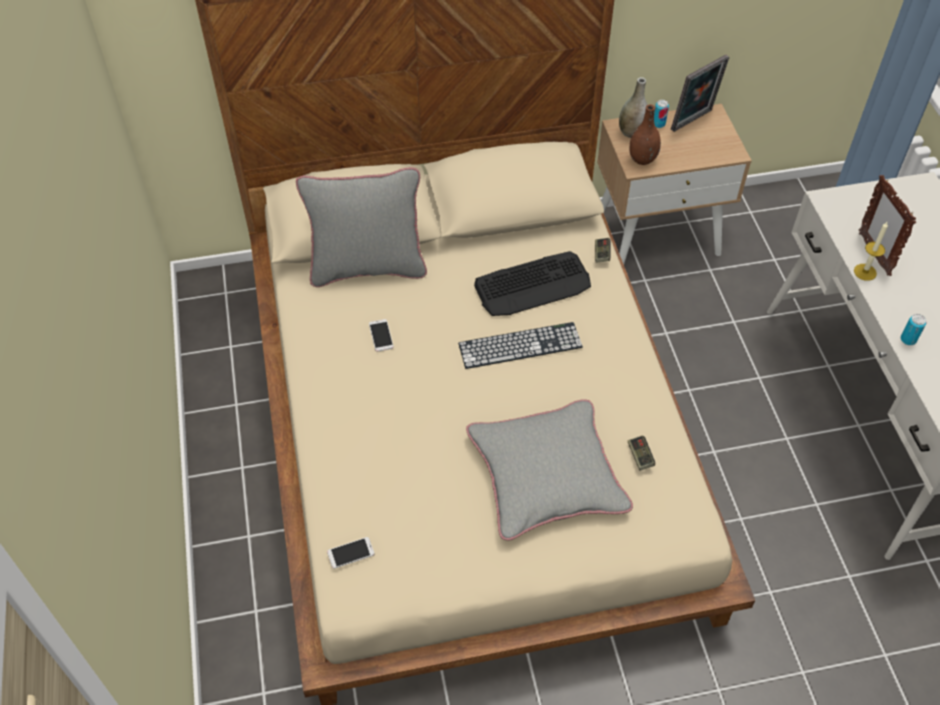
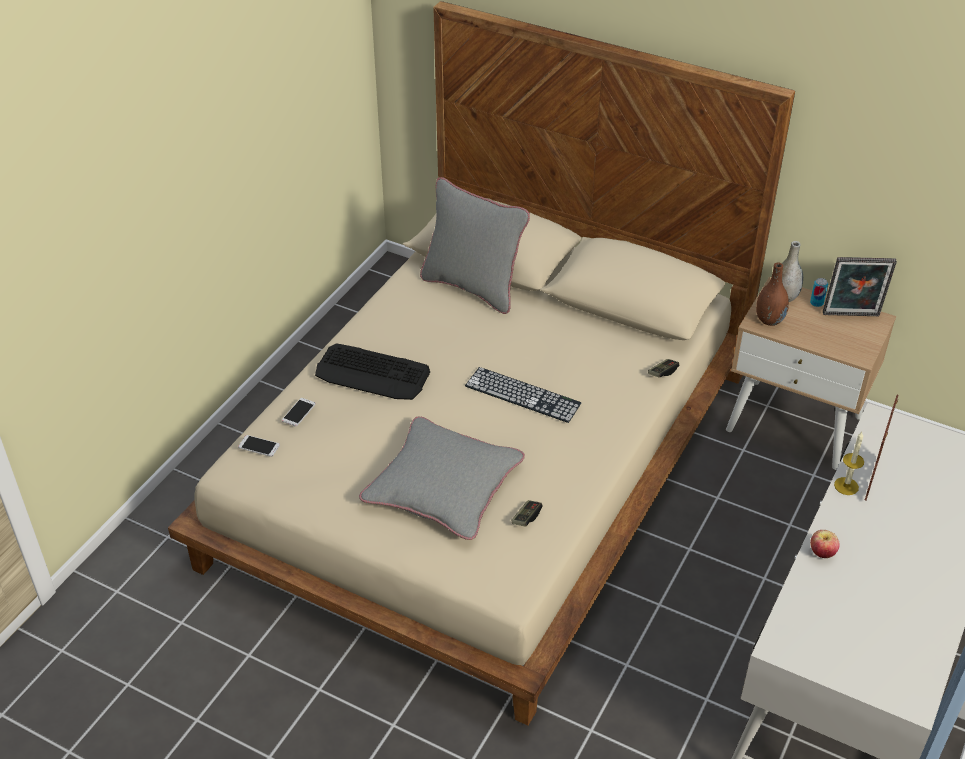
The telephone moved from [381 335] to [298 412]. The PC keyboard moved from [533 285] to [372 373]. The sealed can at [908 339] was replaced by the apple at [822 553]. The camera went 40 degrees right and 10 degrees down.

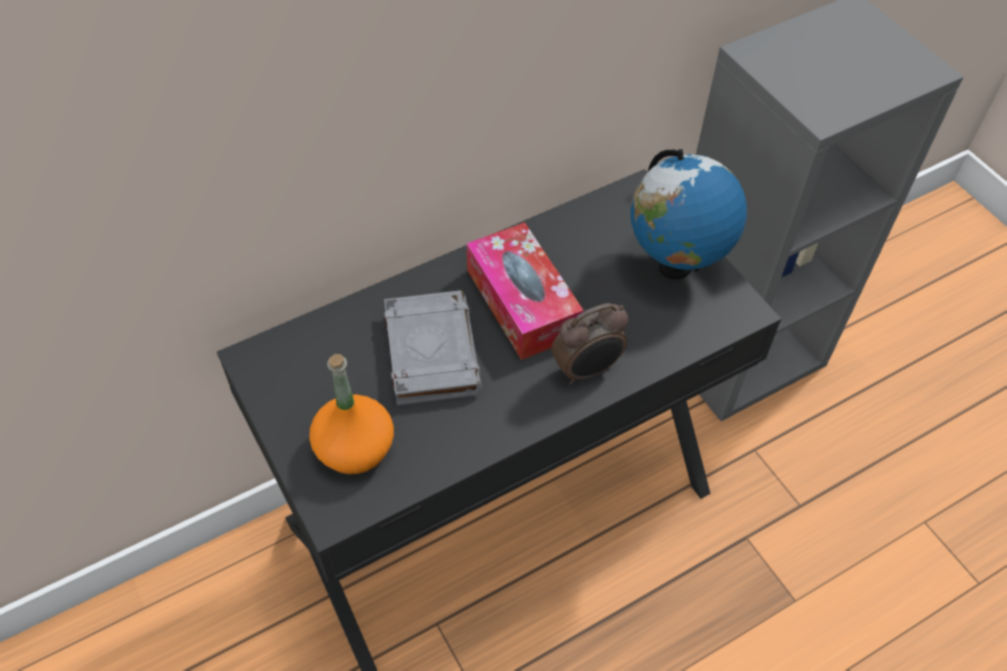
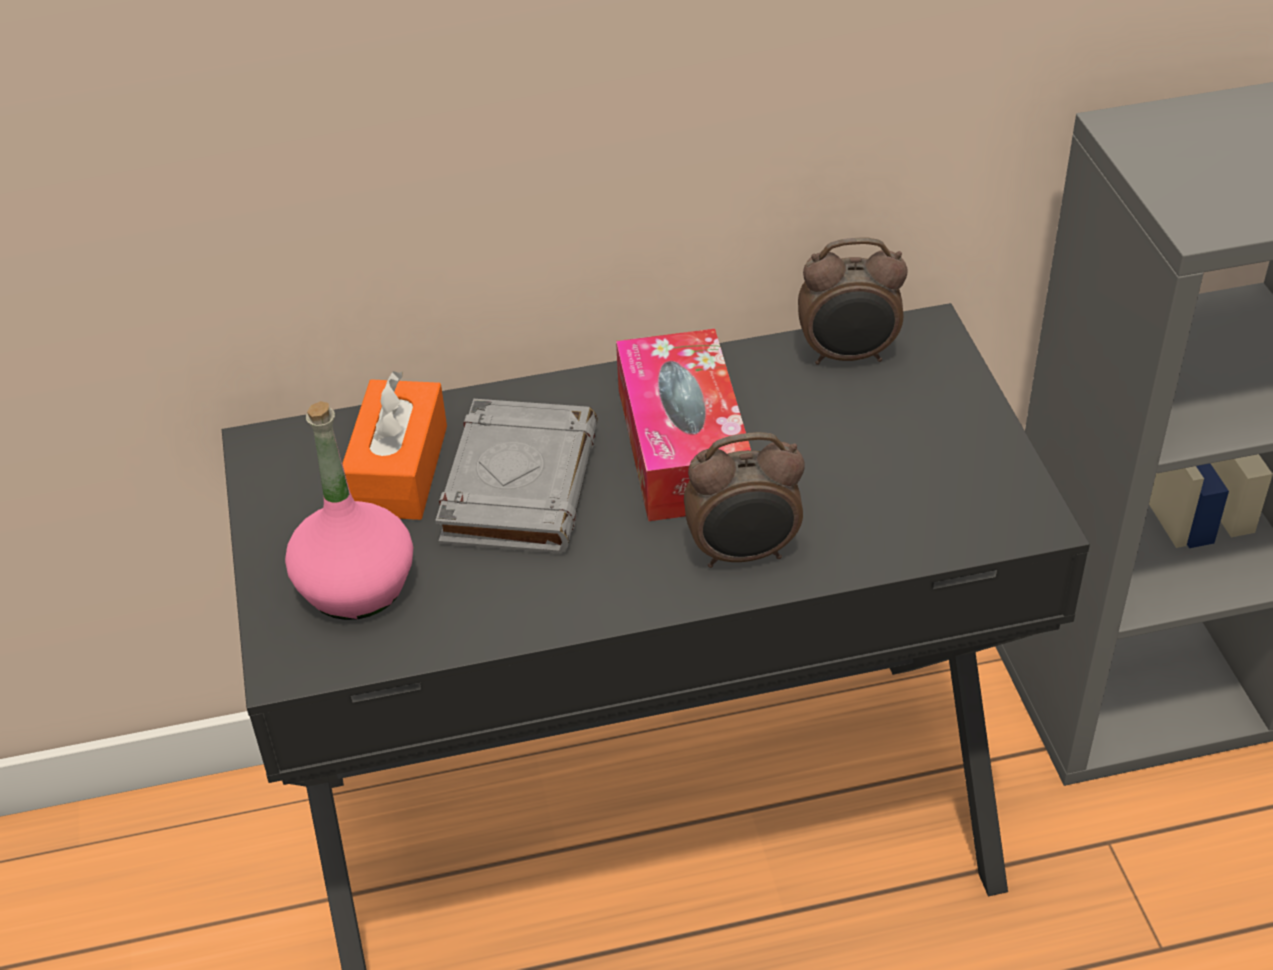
The bottle/orangey at [354 448] became the bottle/pinkish at [355 586]. The desk globe at [675 266] disappeared. The tissue holder/orangey at [399 470] appeared. The table clock at [848 356] appeared. The camera went 20 degrees right and 10 degrees down.

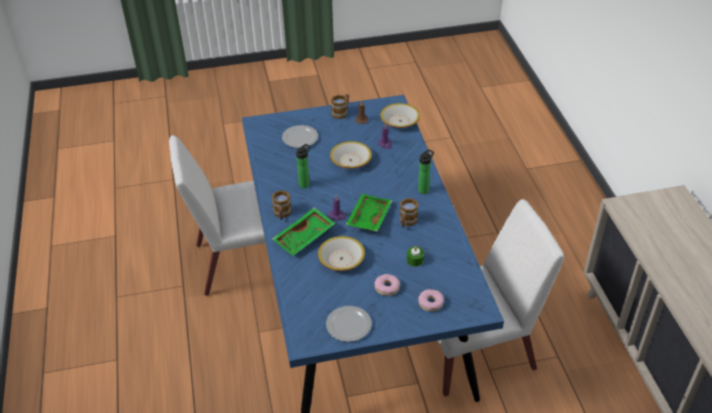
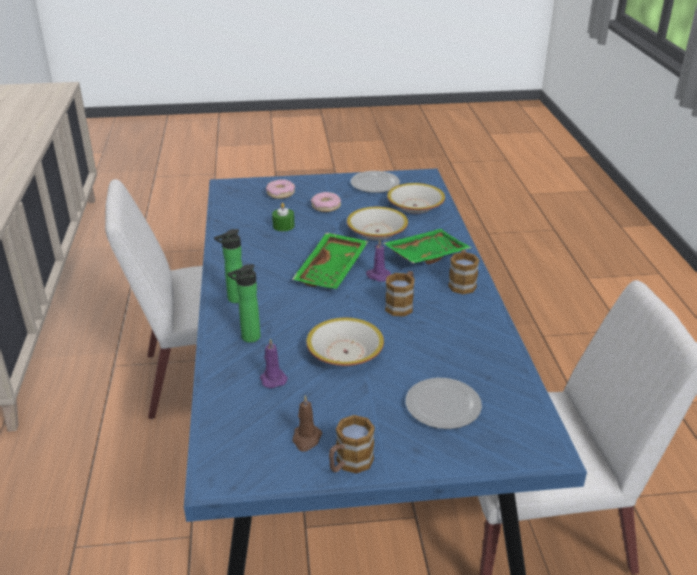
The bottle moved from [305 183] to [248 338]. The bowl moved from [400 121] to [415 206]. The mug moved from [407 222] to [401 305]. The camera went 175 degrees left and 10 degrees down.

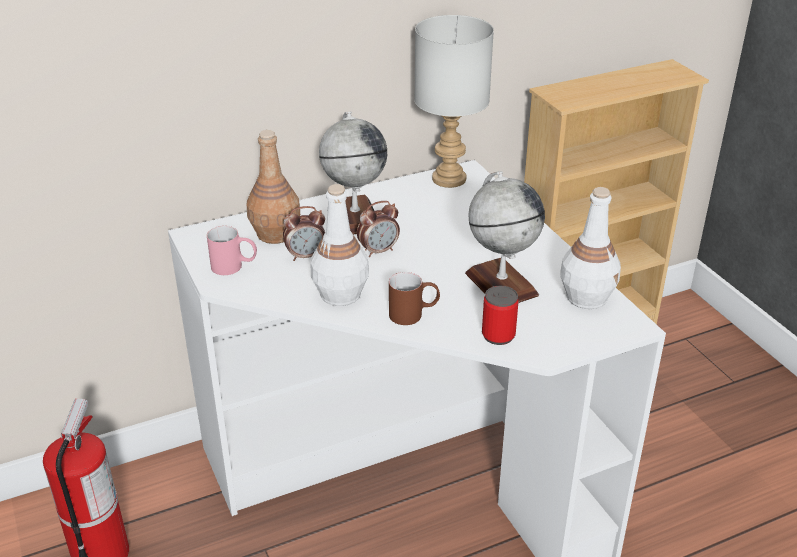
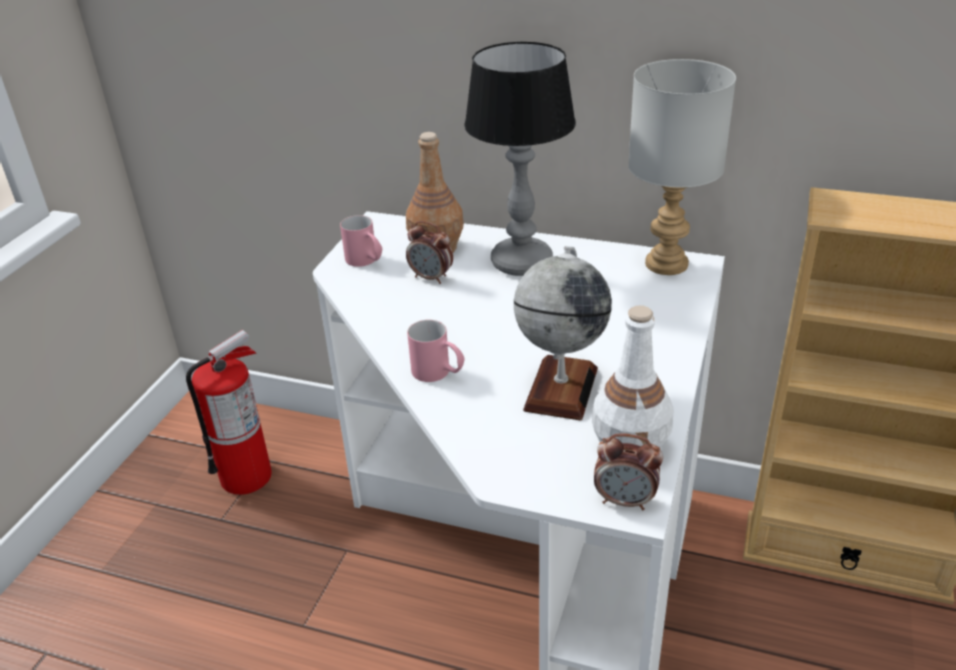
The bottle/white-coloured at [340 294] disappeared. The desk globe at [355 217] was replaced by the table lamp at [523 262]. The table clock moved from [378 251] to [625 501]. The mug/brownish at [414 314] became the mug/pinkish at [439 374]. The sealed can at [498 335] disappeared. The camera went 45 degrees right and 0 degrees up.

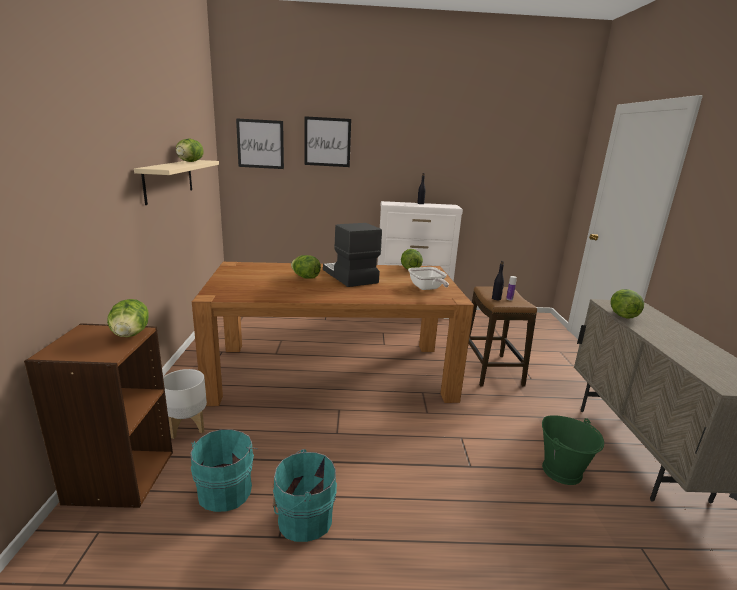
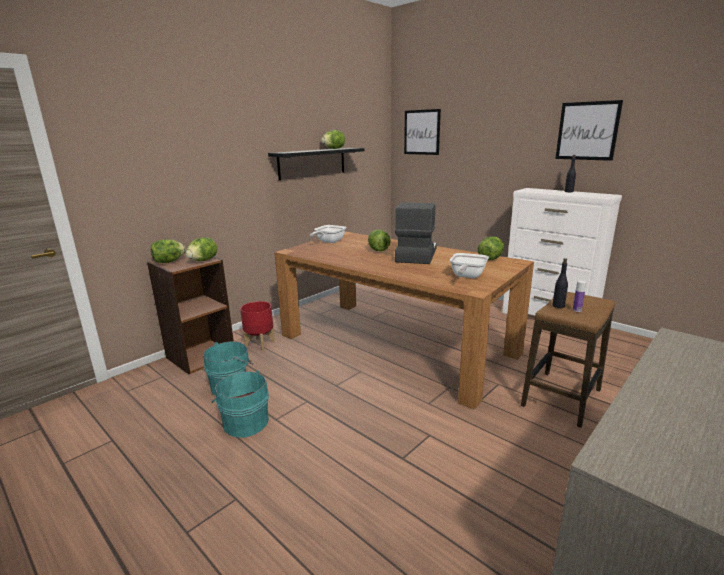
The bracket shelf/beige-coloured at [169 180] became the bracket shelf/black-coloured at [312 163]. The plant pot/white-coloured at [187 426] became the plant pot/reddish at [260 344]. The wall picture moved from [327 142] to [587 131]. The pail/green-coloured at [562 471] disappeared. The lettuce head moved from [622 315] to [169 262]. The skillet at [328 242] appeared. The camera went 45 degrees right and 0 degrees up.

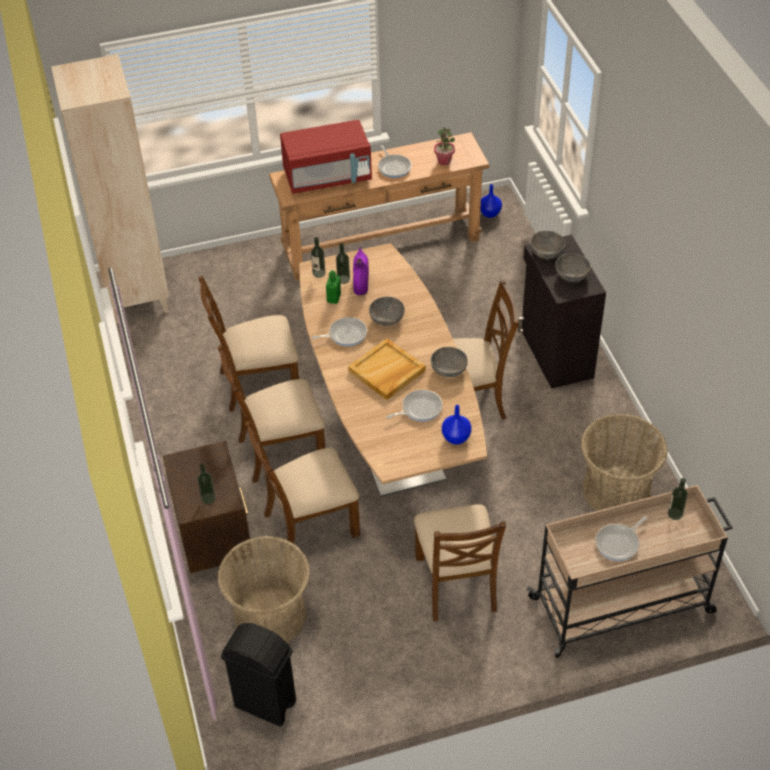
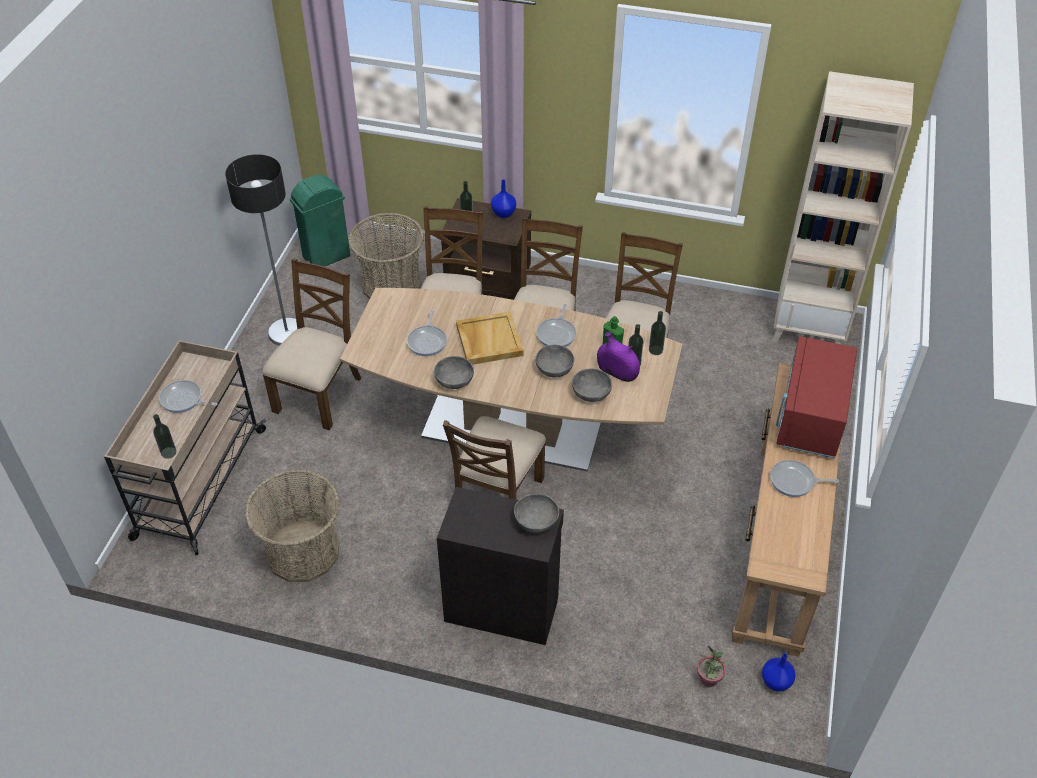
The rubbish bin/black-coloured at [266 704] became the rubbish bin/green-coloured at [326 257]. The upright chair/brownish at [457 583] turned 90 degrees clockwise. The houseplant moved from [444 161] to [708 679]. The decorative vase/bluish moved from [455 437] to [504 213]. The bowl/grey moved from [572 275] to [591 393]. The skillet at [619 543] turned 60 degrees counterclockwise. The standard lamp at [286 332] appeared. The camera went 120 degrees right and 0 degrees up.

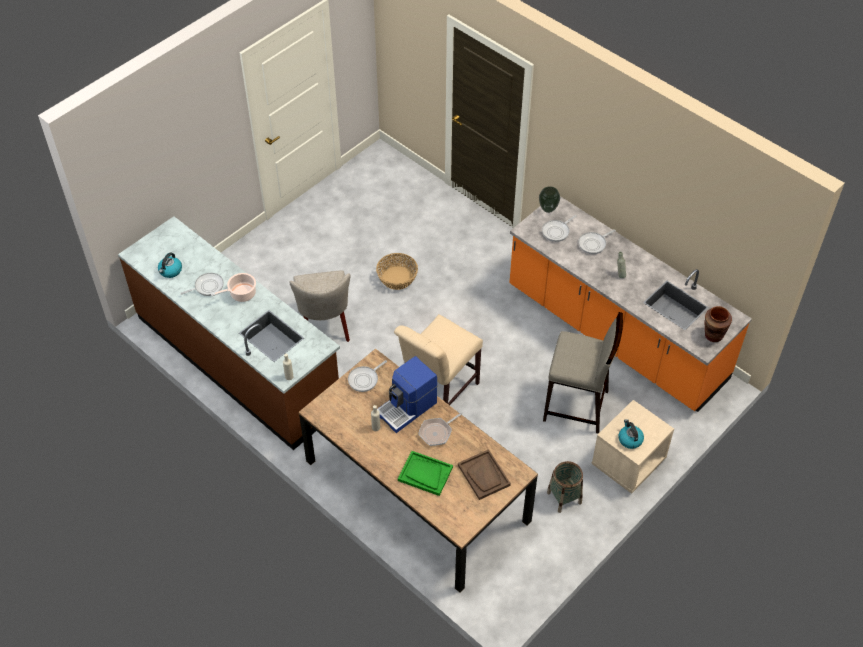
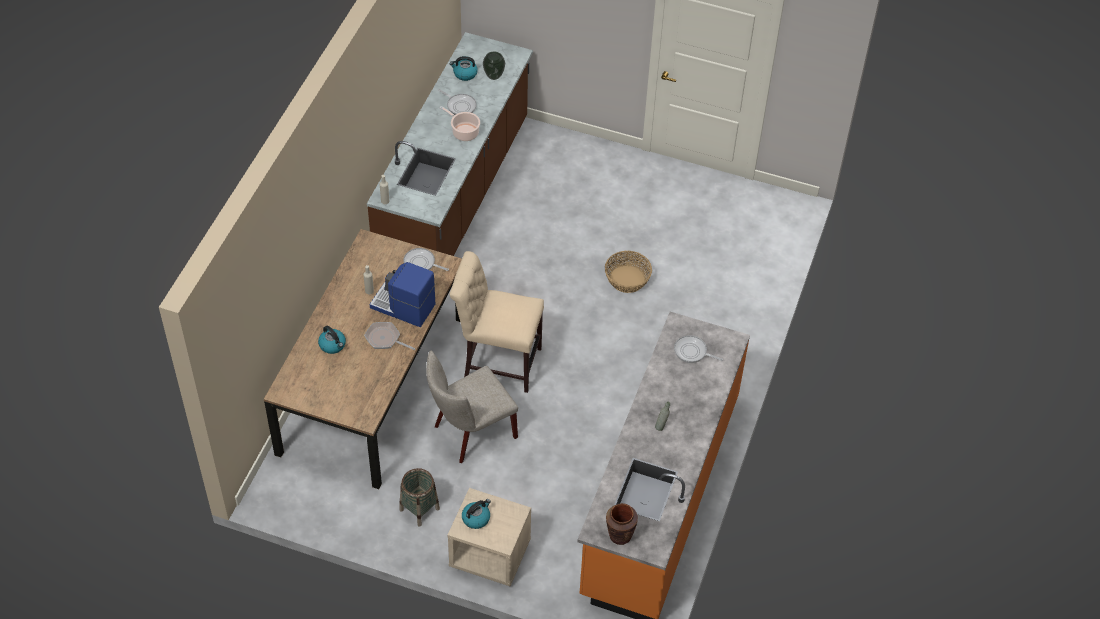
The upright chair/beige-coloured moved from [325 326] to [470 433]. The serving tray/green-coloured at [425 474] was replaced by the tea kettle at [333 345]. The serving tray/brownish at [484 475] disappeared. The decorative vase moved from [547 209] to [493 76]. The sitting stool/beige-coloured at [576 406] disappeared. The skillet at [593 244] disappeared. The camera went 65 degrees right and 0 degrees up.

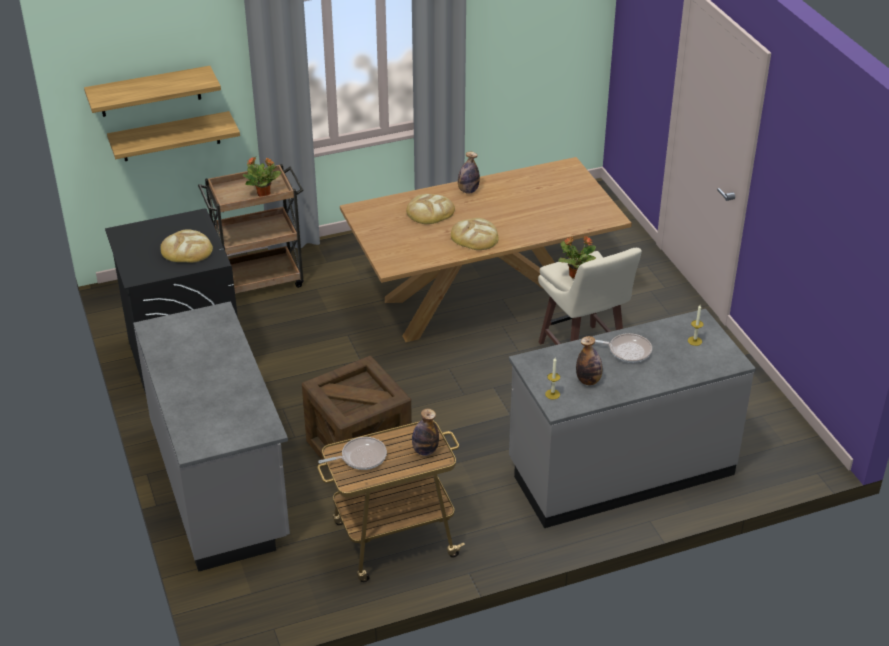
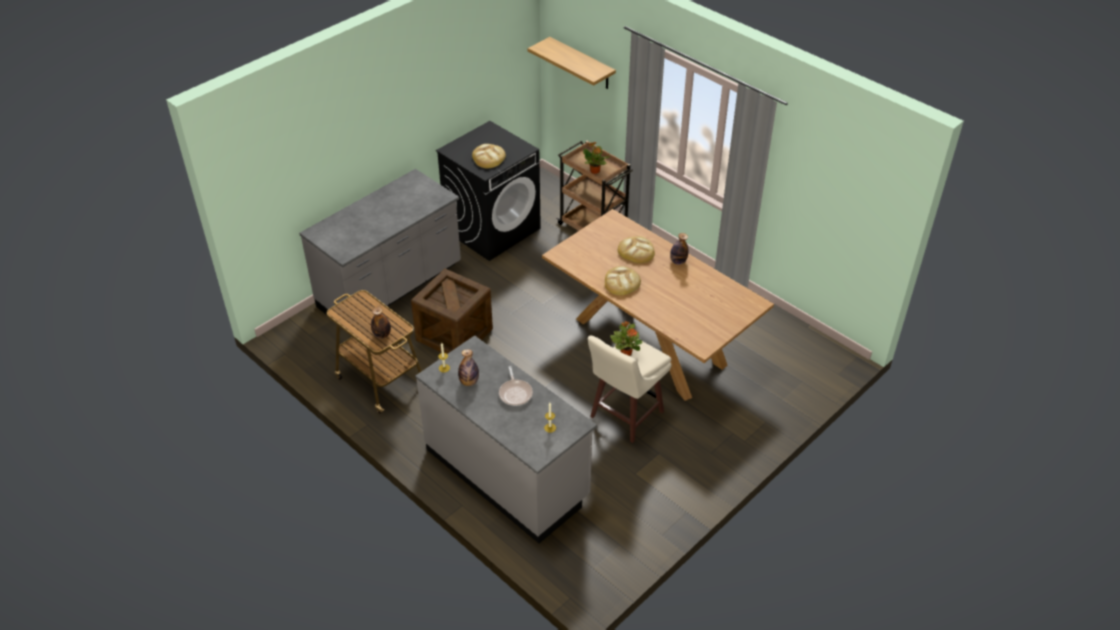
The bracket shelf at [170 136] disappeared. The skillet at [361 457] disappeared. The camera went 65 degrees right and 5 degrees up.

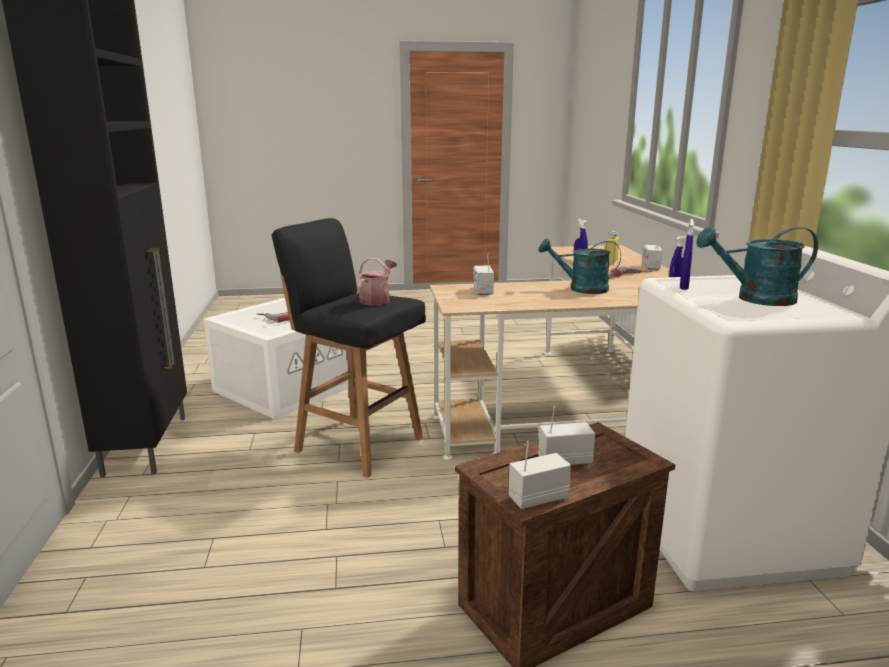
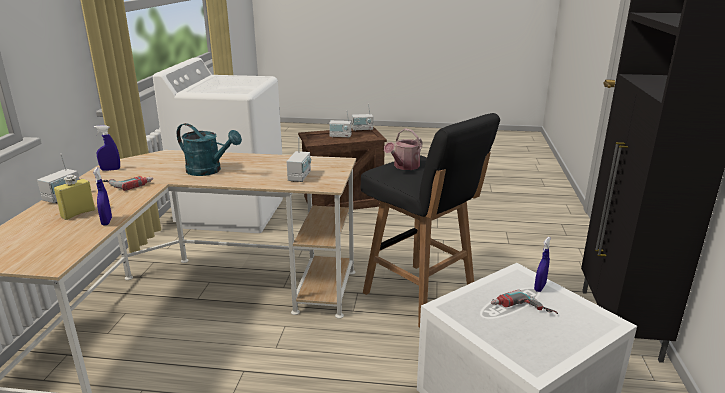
The spray bottle/bluish moved from [683 287] to [539 287]. The watering can/turquoise at [755 299] disappeared. The camera went 165 degrees left and 5 degrees up.

